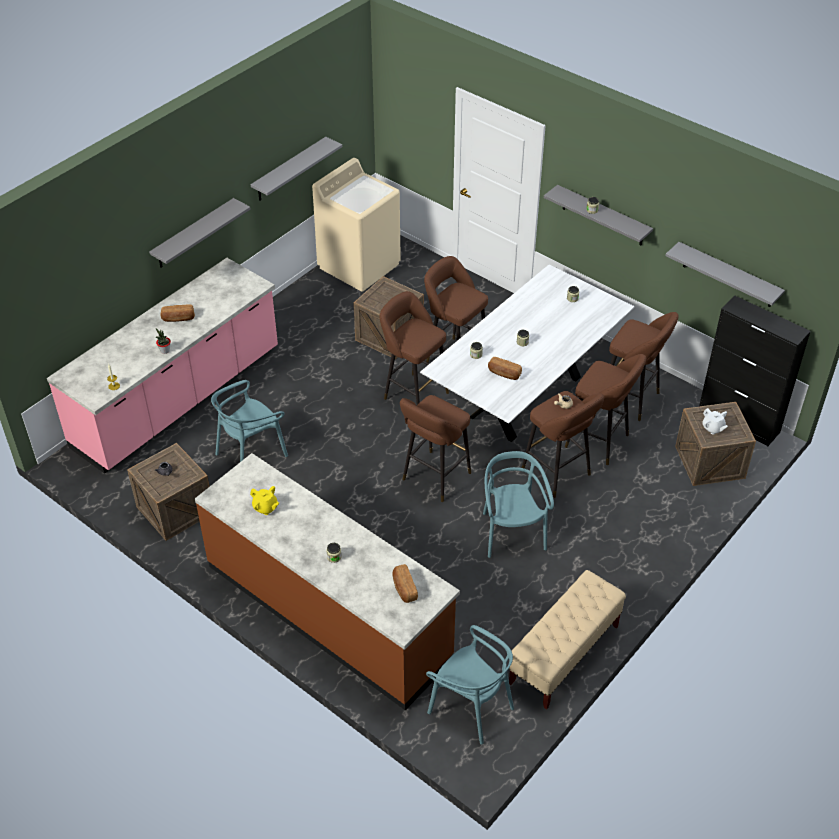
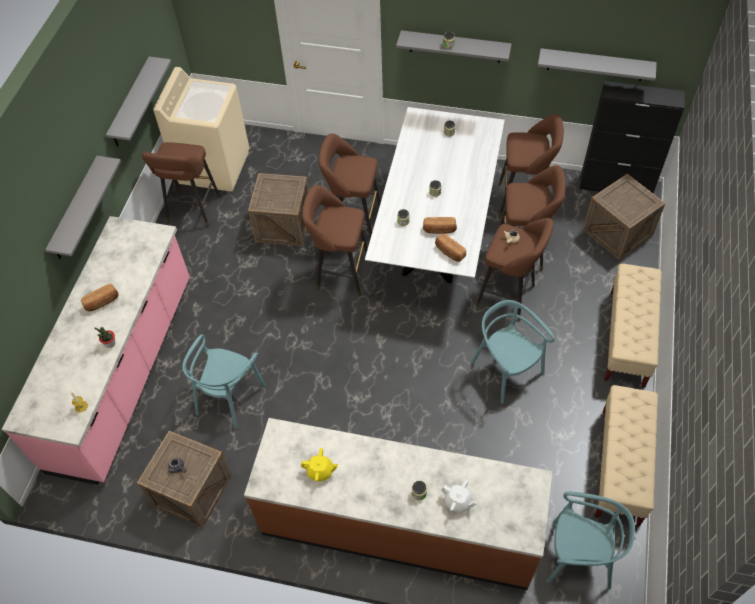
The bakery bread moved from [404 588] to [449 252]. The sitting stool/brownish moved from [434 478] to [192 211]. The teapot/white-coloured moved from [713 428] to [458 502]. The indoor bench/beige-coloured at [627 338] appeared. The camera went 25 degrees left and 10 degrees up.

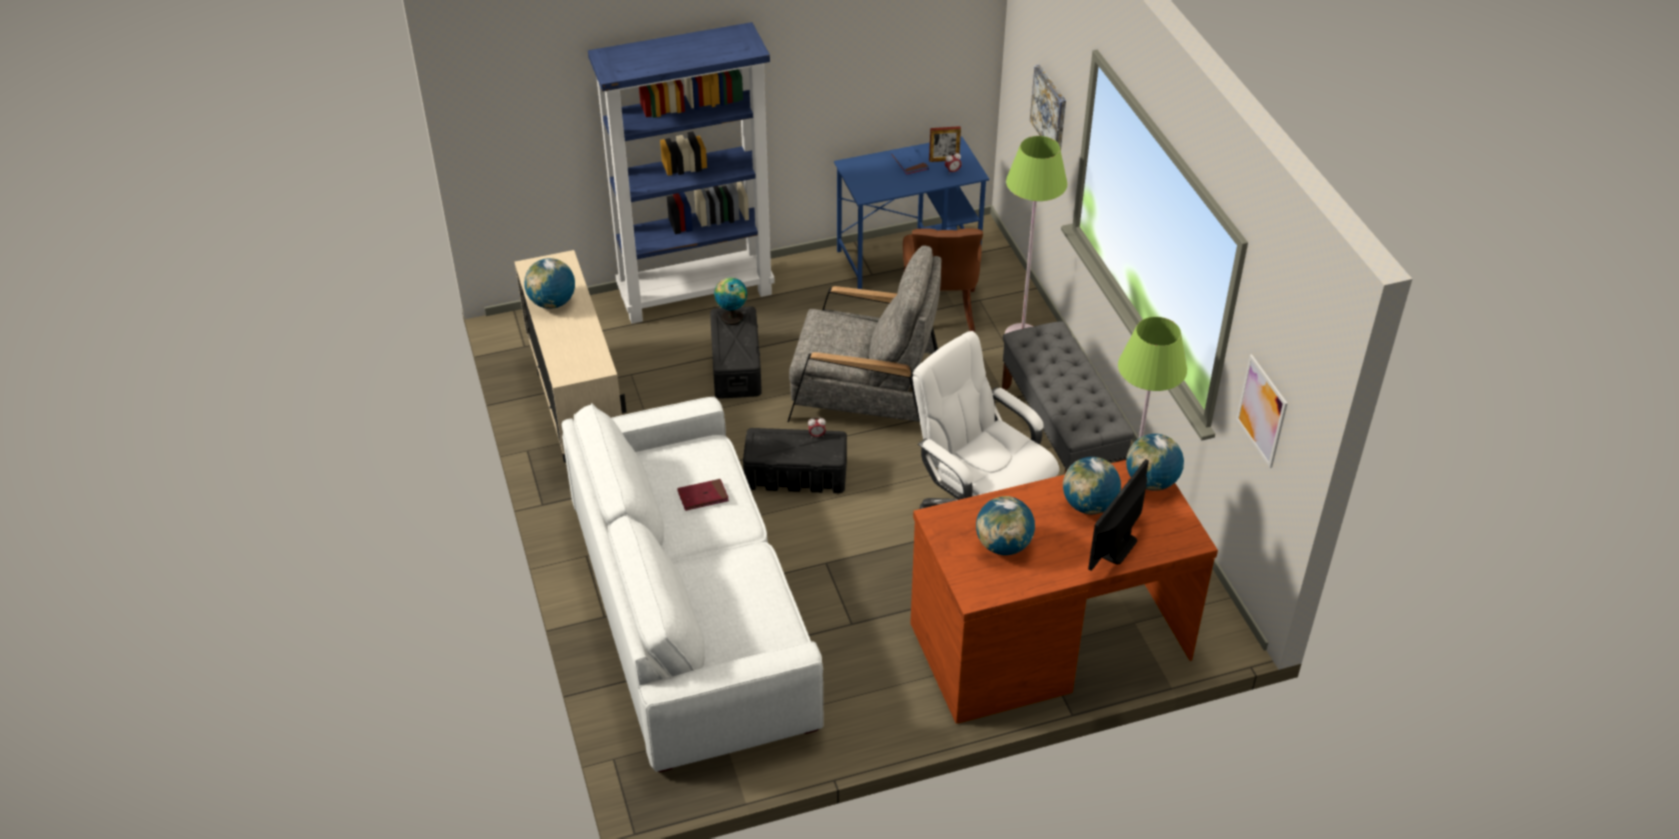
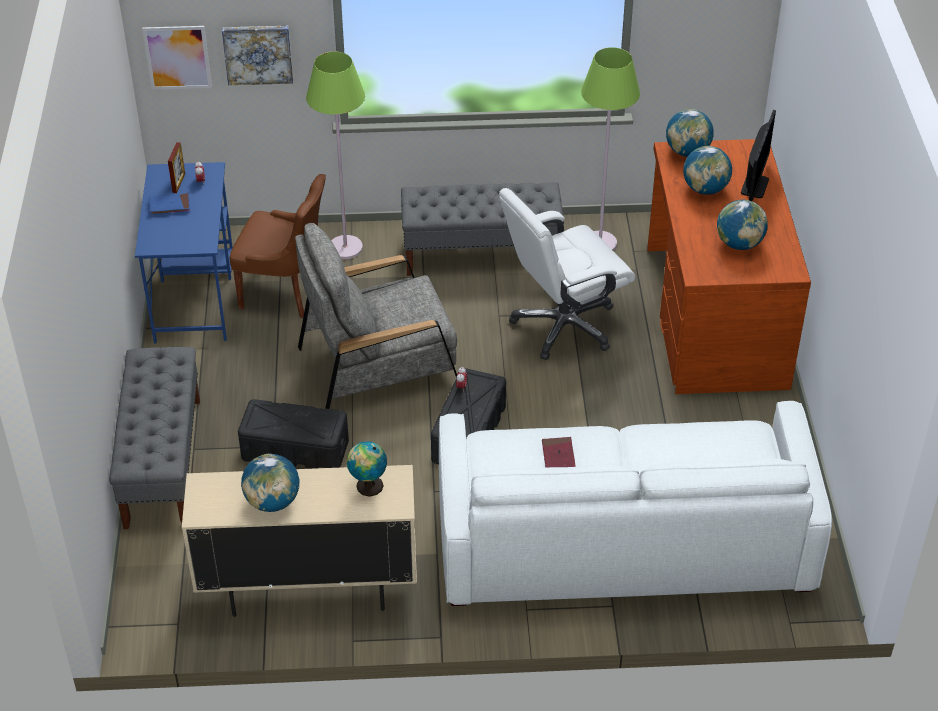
The shelving unit/bluish at [697 293] was replaced by the indoor bench/grey at [163 462]. The desk globe moved from [731 316] to [367 486]. The easy chair/grey at [865 395] turned 135 degrees counterclockwise. The computer display at [1116 547] turned 120 degrees counterclockwise. The wall picture moved from [1262 411] to [177 57]. The camera went 75 degrees left and 0 degrees up.

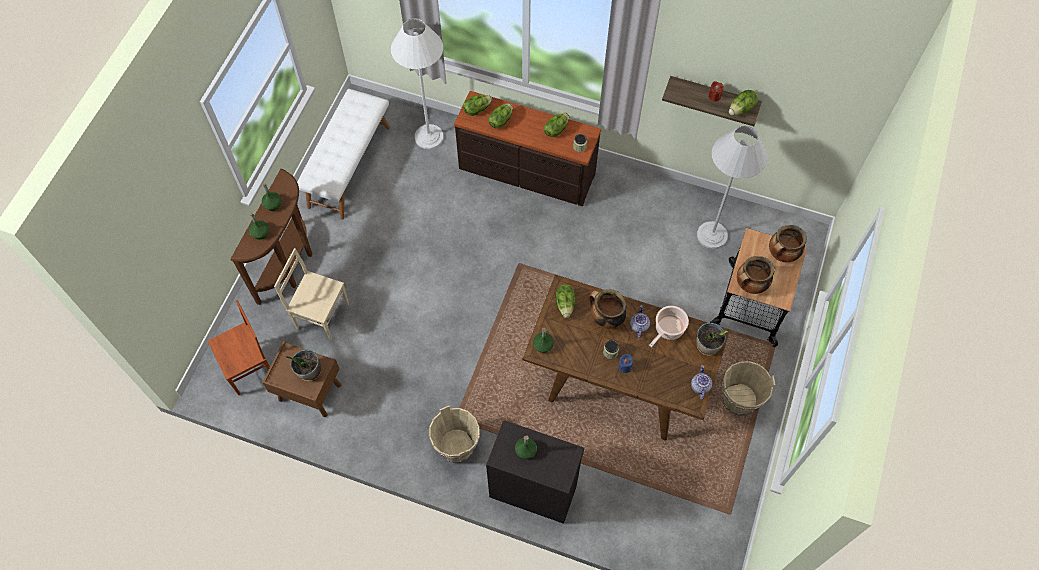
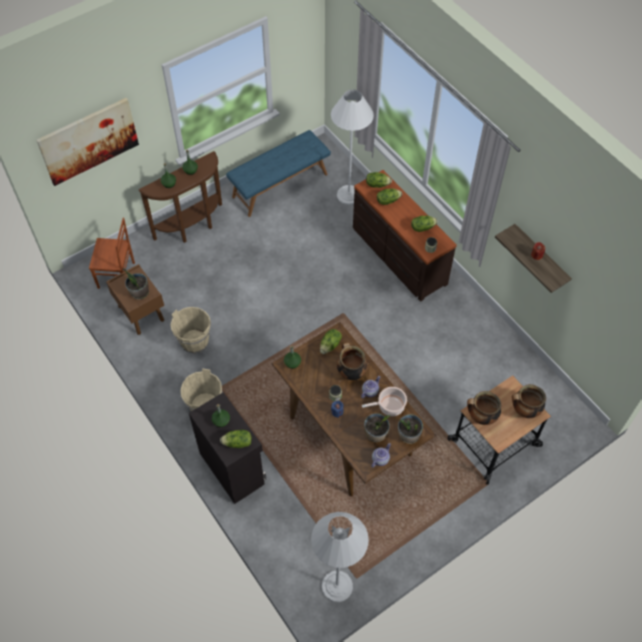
The upright chair/beige-coloured at [322 315] disappeared. The indoor bench/white-coloured at [348 166] became the indoor bench/bluish at [280 185]. The standard lamp/white-coloured moved from [712 235] to [337 586]. The pail/beige-coloured moved from [739 400] to [194 342]. The lettuce head moved from [741 109] to [237 443]. The wall picture at [89 141] appeared. The houseplant at [375 434] appeared. The camera went 35 degrees right and 5 degrees down.

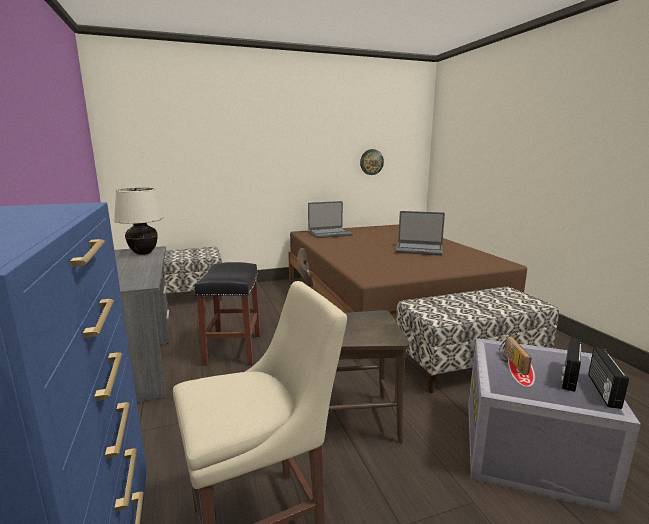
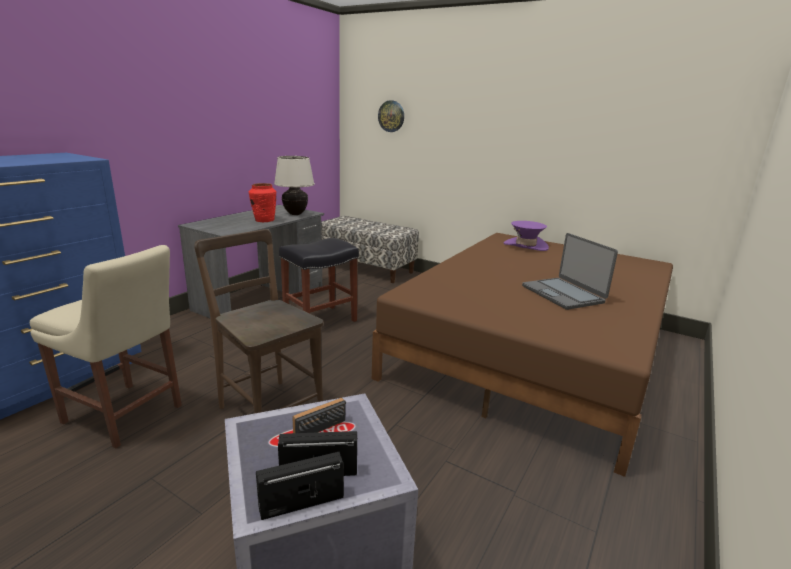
The notebook computer at [330 234] was replaced by the hat/purplish at [525 246]. The clock on the wall moved from [371 162] to [391 116]. The indoor bench at [469 364] disappeared. The decorative vase/reddish at [264 220] appeared. The camera went 50 degrees right and 5 degrees up.

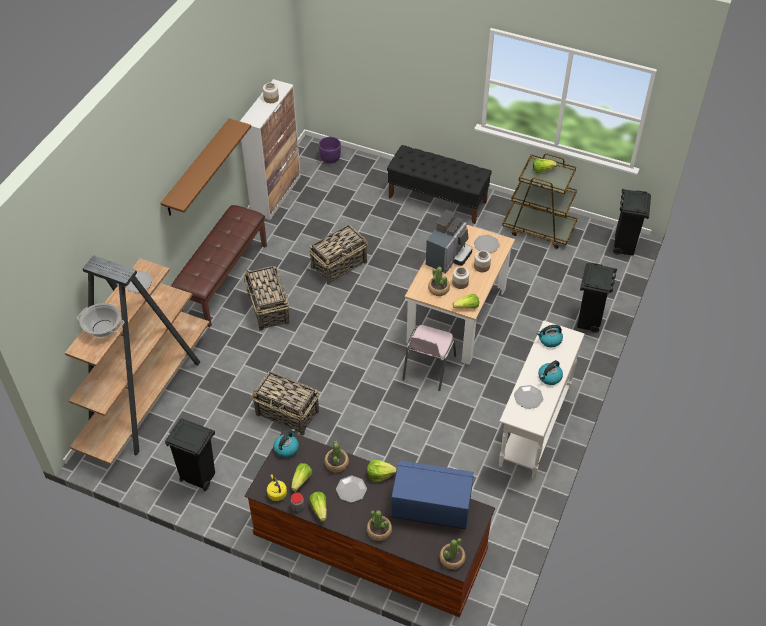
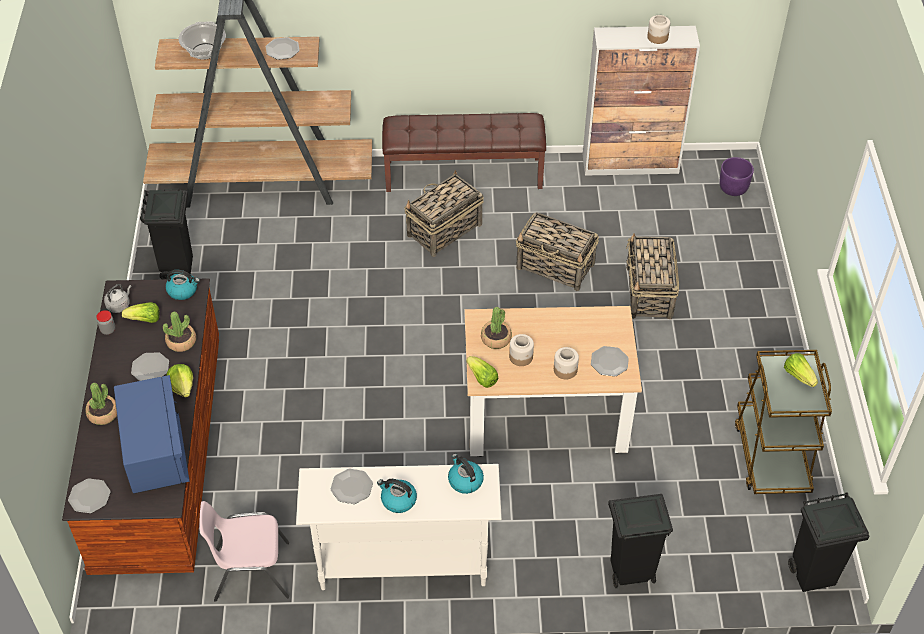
The bracket shelf/brownish at [197 168] disappeared. The basket moved from [288 413] to [649 293]. The tea kettle/yellow at [276 493] became the tea kettle/grey at [119 305]. The lettuce head at [319 509] disappeared. The indoor bench/black-coloured at [438 199] disappeared. The upright chair/pinkish moved from [428 368] to [250 572]. The coffee maker at [448 257] disappeared. The houseplant at [452 558] was replaced by the dinner plate at [89 496]. The camera went 65 degrees right and 0 degrees up.

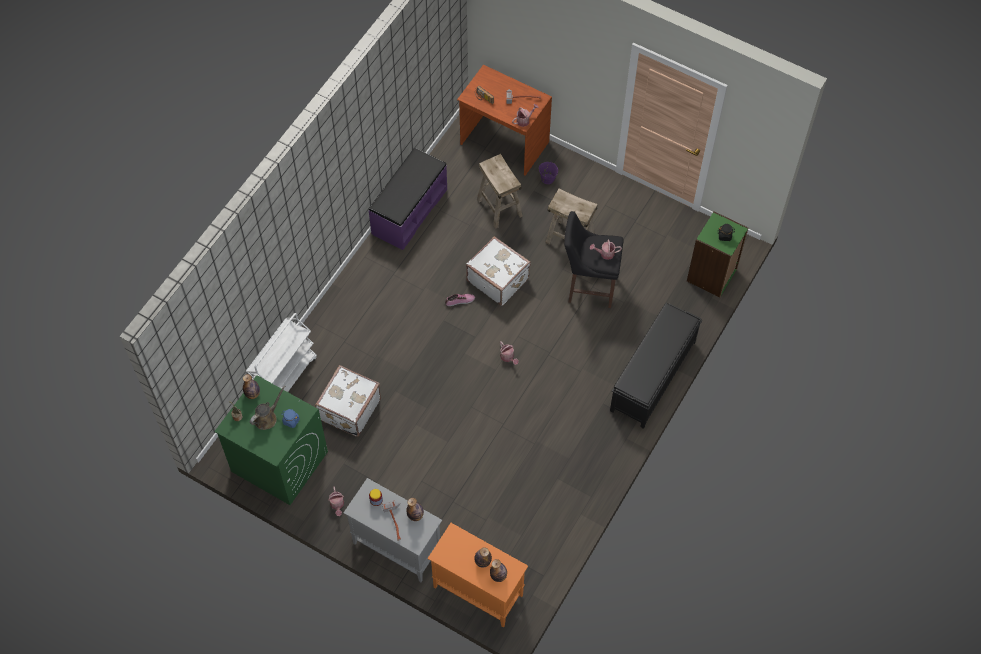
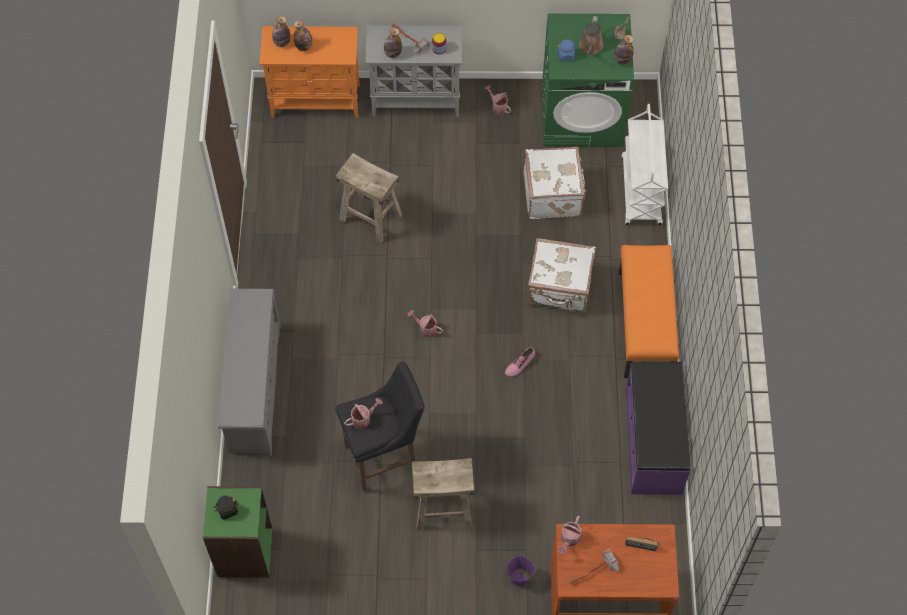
The travel case/white-coloured moved from [498 279] to [560 288]. The sitting stool/beige-coloured moved from [499 207] to [371 217]. The indoor bench/black-coloured at [652 377] was replaced by the shoe rack/grey at [253 388]. The indoor bench/orangey at [645 324] appeared. The camera went 150 degrees right and 0 degrees up.

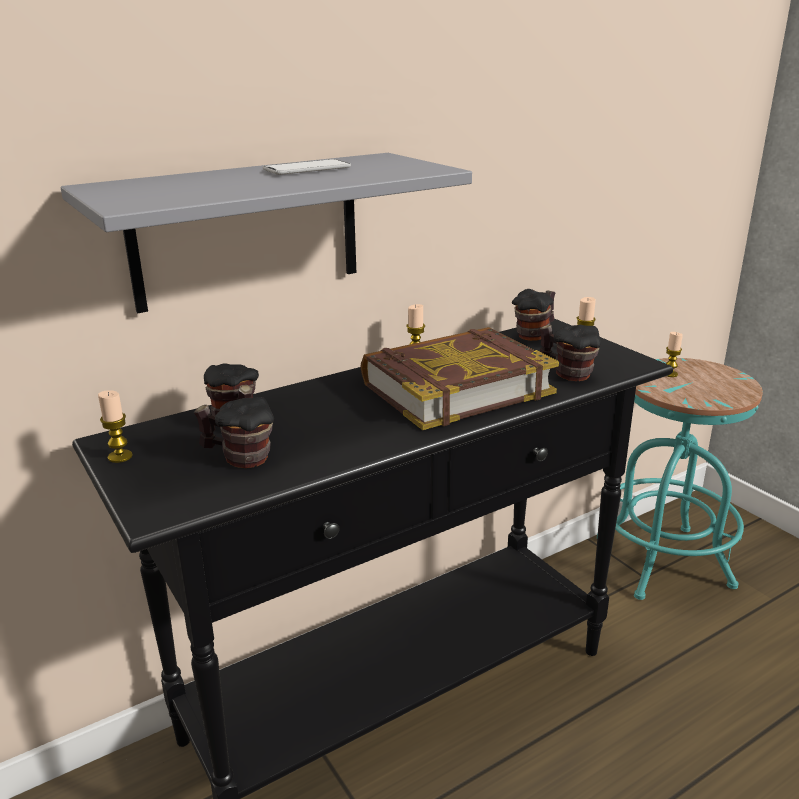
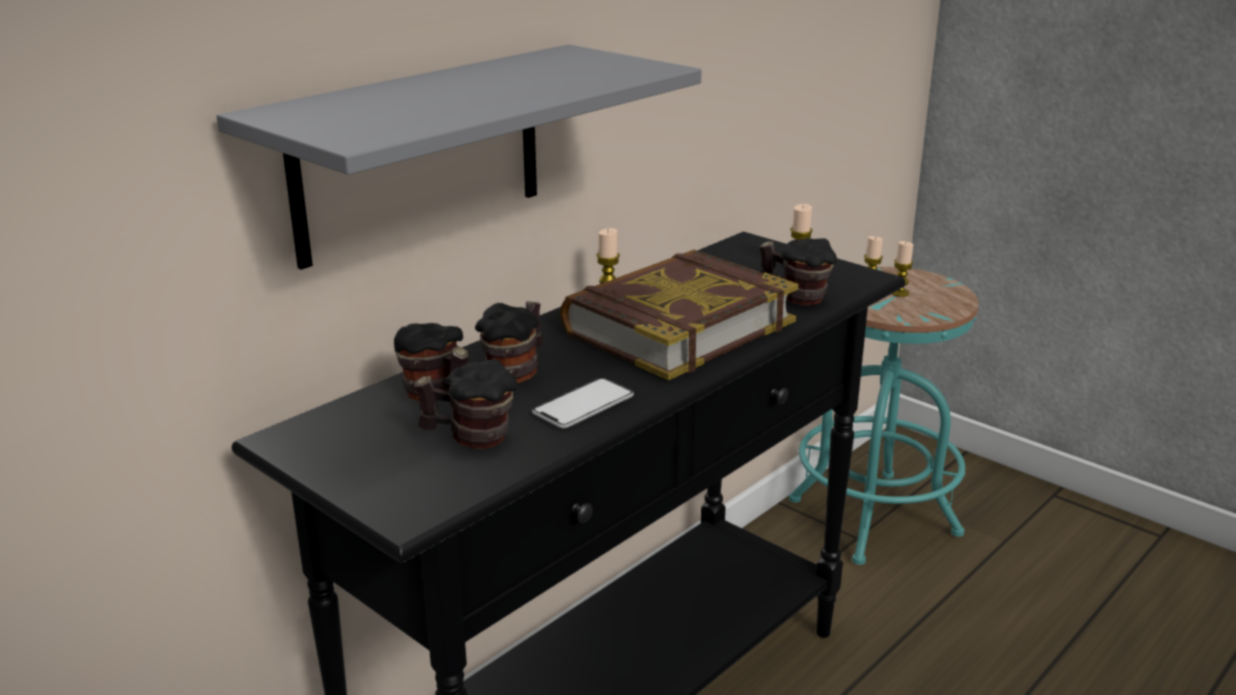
The wax light moved from [120 456] to [900 293]. The telephone moved from [307 169] to [583 405]. The mug moved from [535 334] to [517 370]. The camera went 15 degrees left and 0 degrees up.

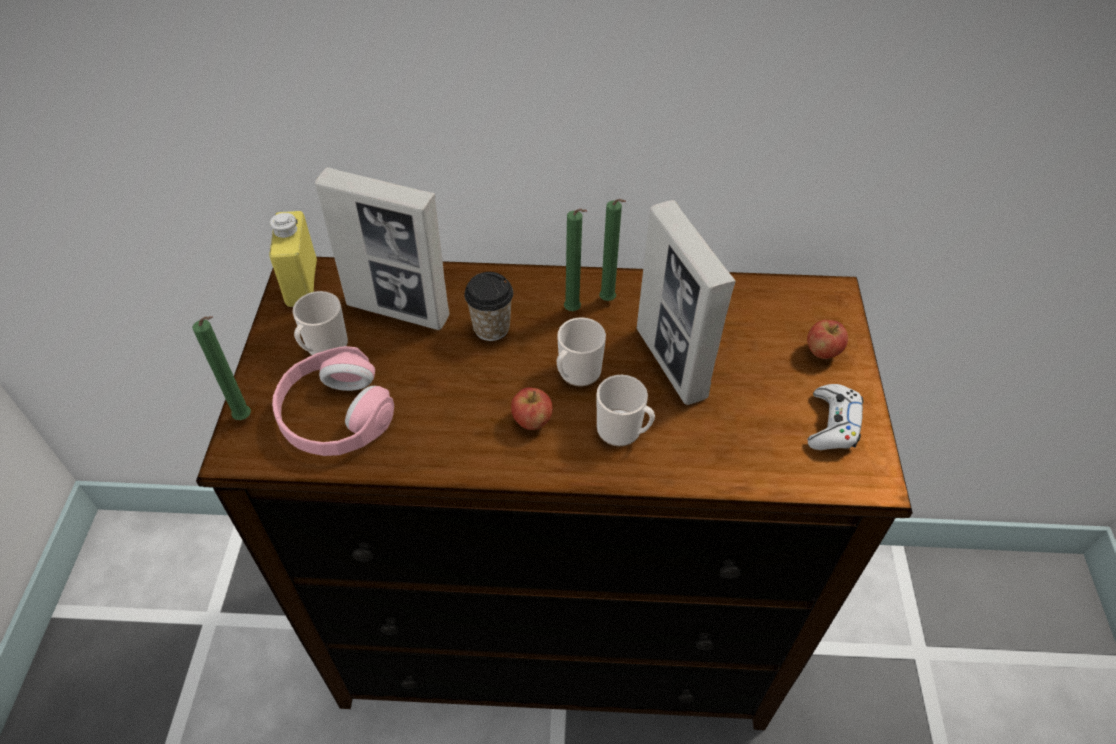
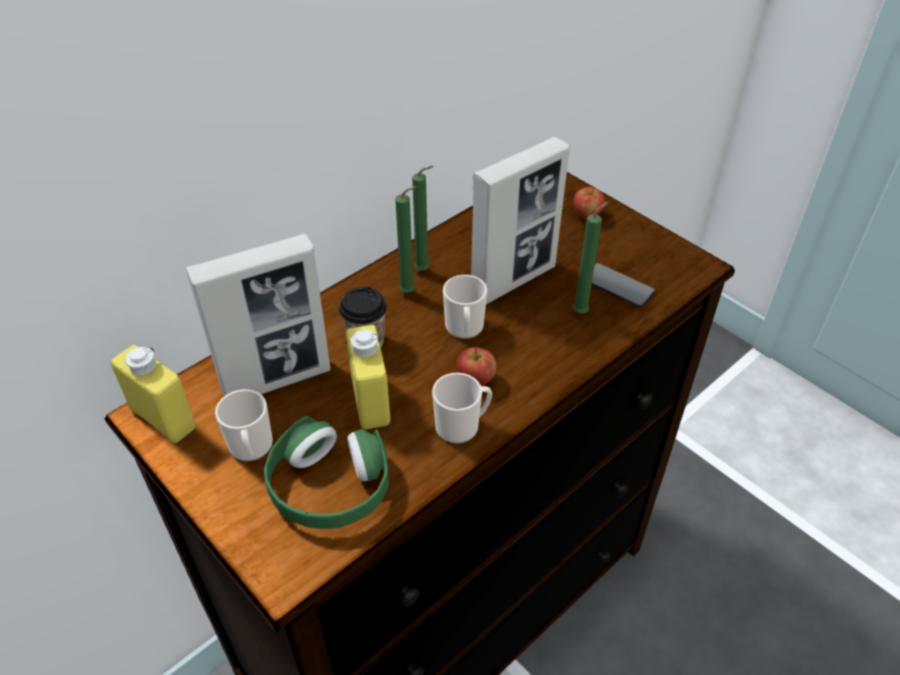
The wax light/green-coloured moved from [246 418] to [582 311]. The headset/pinkish at [335 415] became the headset/green-coloured at [329 485]. The mug moved from [623 431] to [462 426]. The standing frame at [671 363] turned 60 degrees counterclockwise. The gamepad/white-coloured at [832 424] disappeared. The bottle/yellow at [370 401] appeared. The telephone at [617 286] appeared. The camera went 45 degrees left and 5 degrees down.

